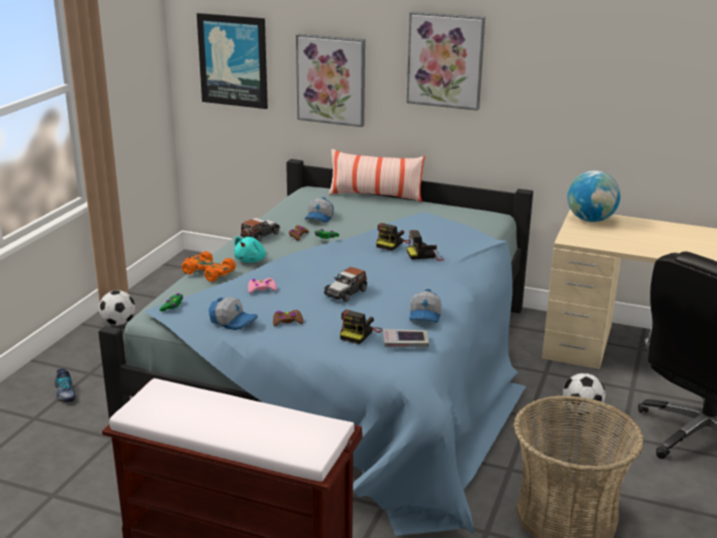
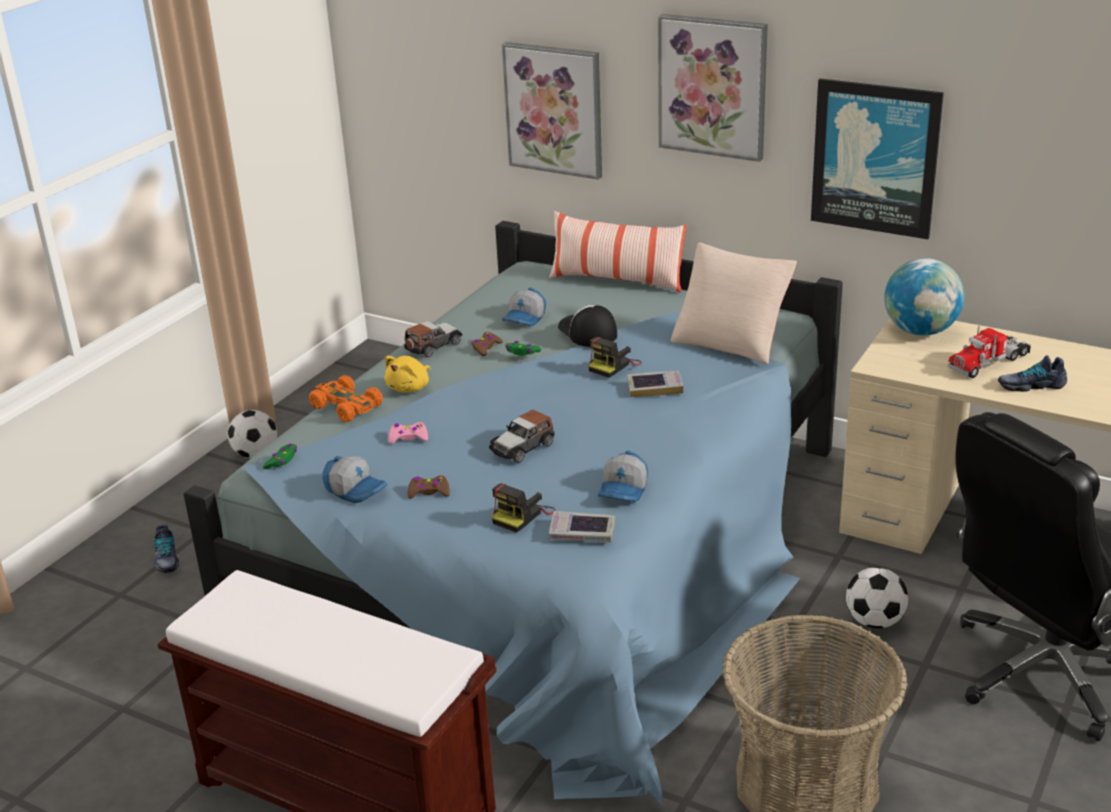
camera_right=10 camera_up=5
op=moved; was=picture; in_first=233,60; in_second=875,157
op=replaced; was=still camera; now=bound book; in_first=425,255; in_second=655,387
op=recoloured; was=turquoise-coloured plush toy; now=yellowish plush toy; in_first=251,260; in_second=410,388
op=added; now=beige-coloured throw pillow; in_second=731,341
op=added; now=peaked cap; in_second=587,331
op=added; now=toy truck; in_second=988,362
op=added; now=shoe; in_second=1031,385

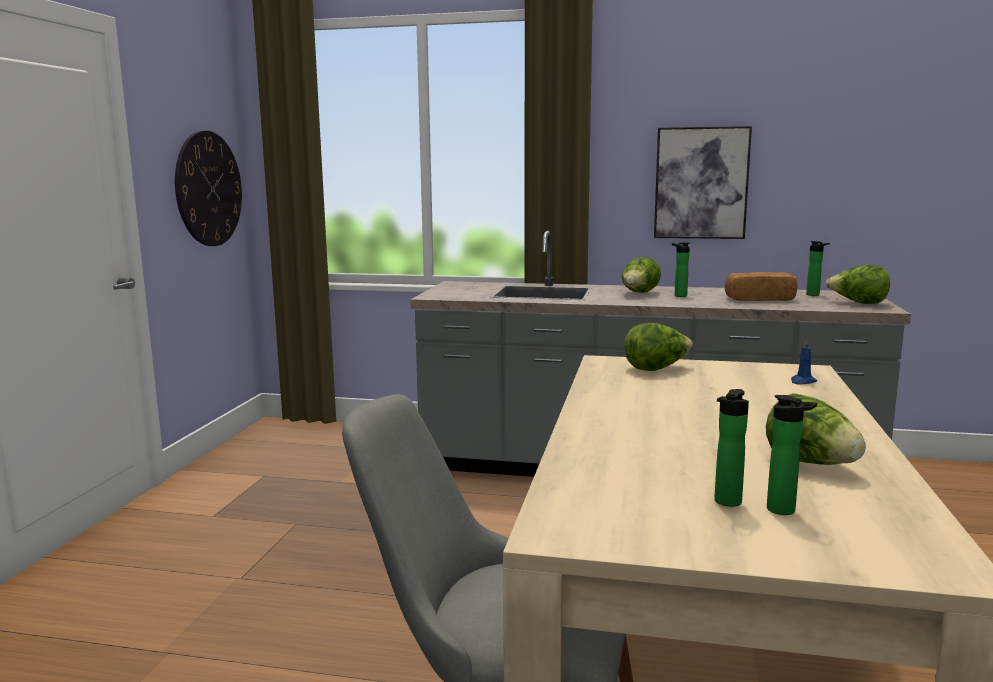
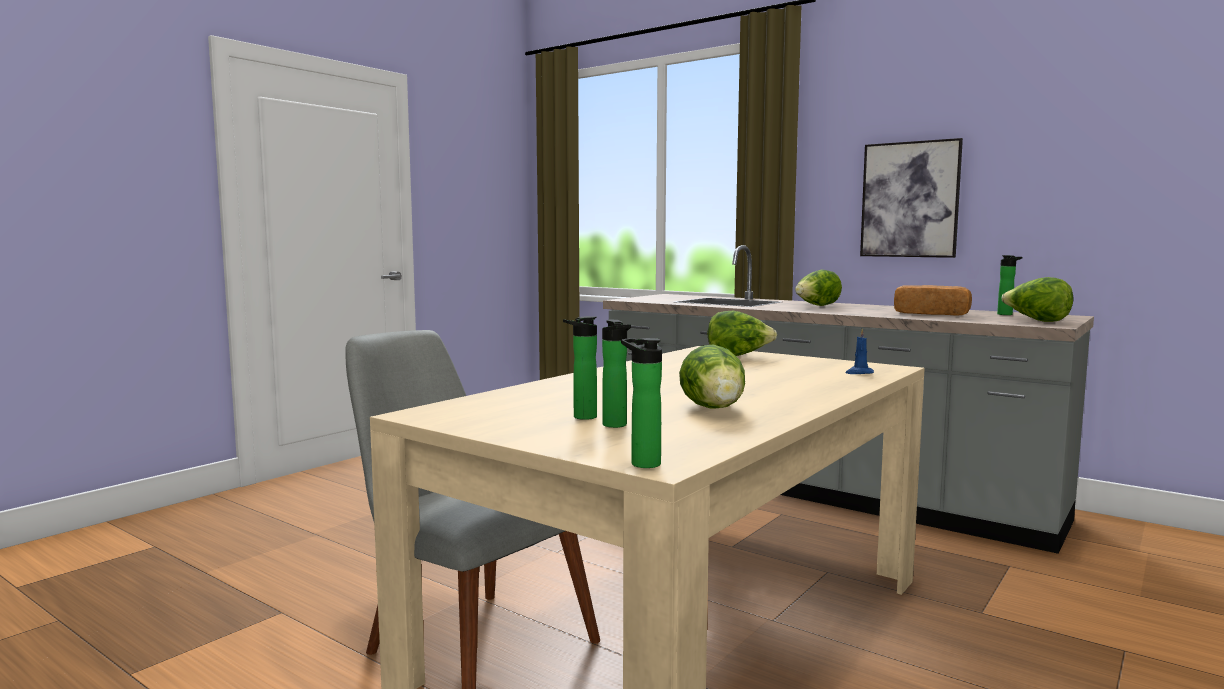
camera_right=25 camera_up=-5
op=removed; was=wall clock; in_first=209,189
op=moved; was=drink bottle; in_first=678,296; in_second=642,463

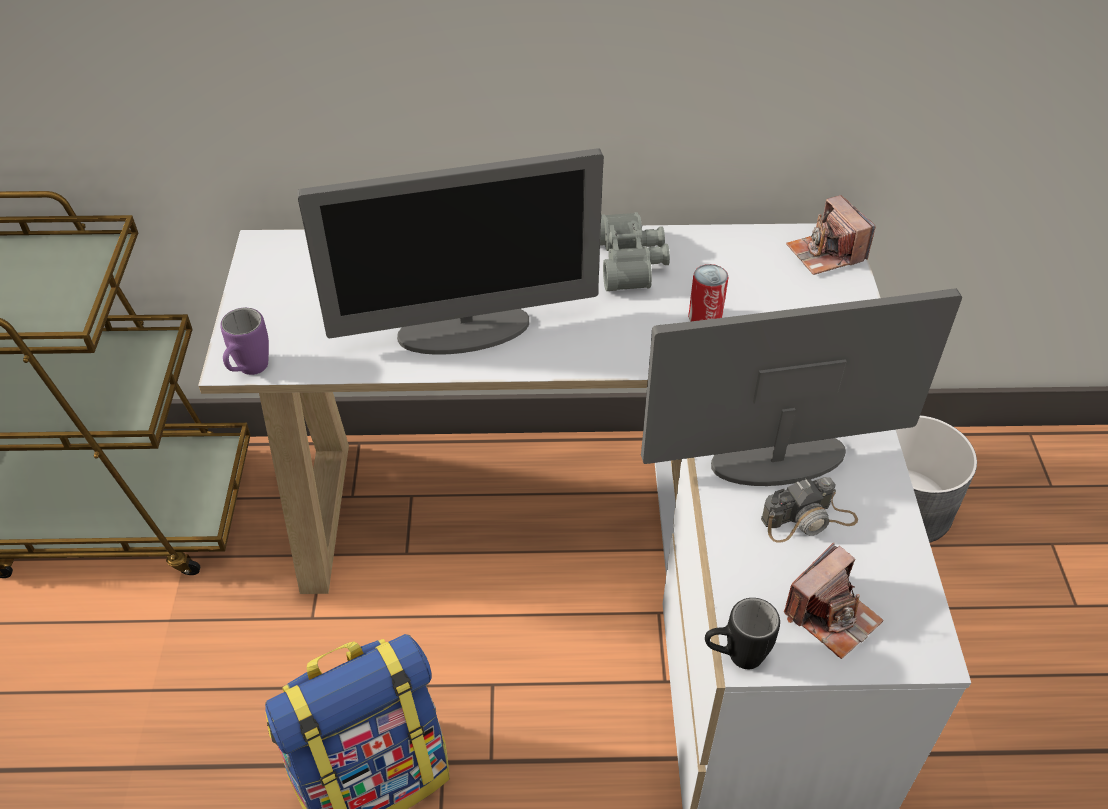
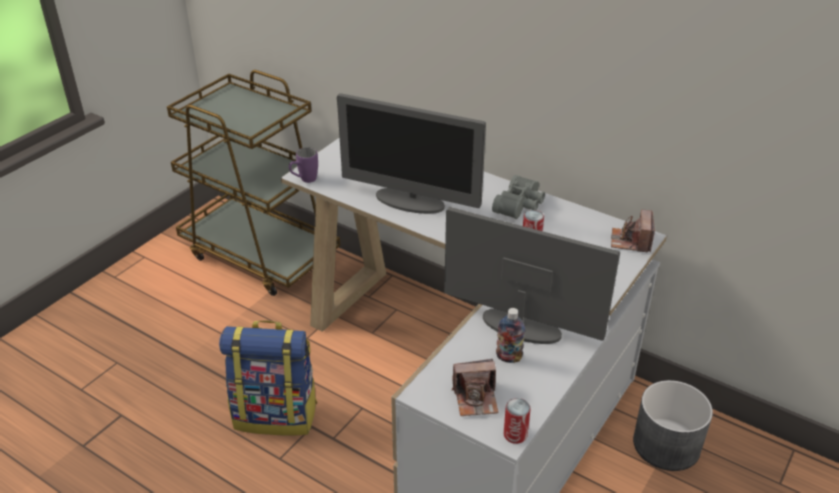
camera_right=35 camera_up=-10
op=replaced; was=still camera; now=drink bottle; in_first=808,520; in_second=508,357
op=removed; was=blackish tea mug; in_first=734,657
op=added; now=sealed can; in_second=515,434

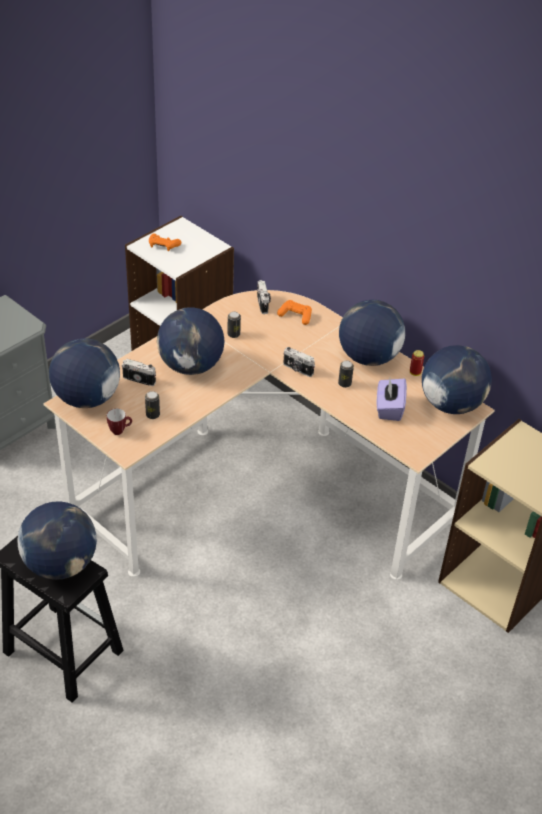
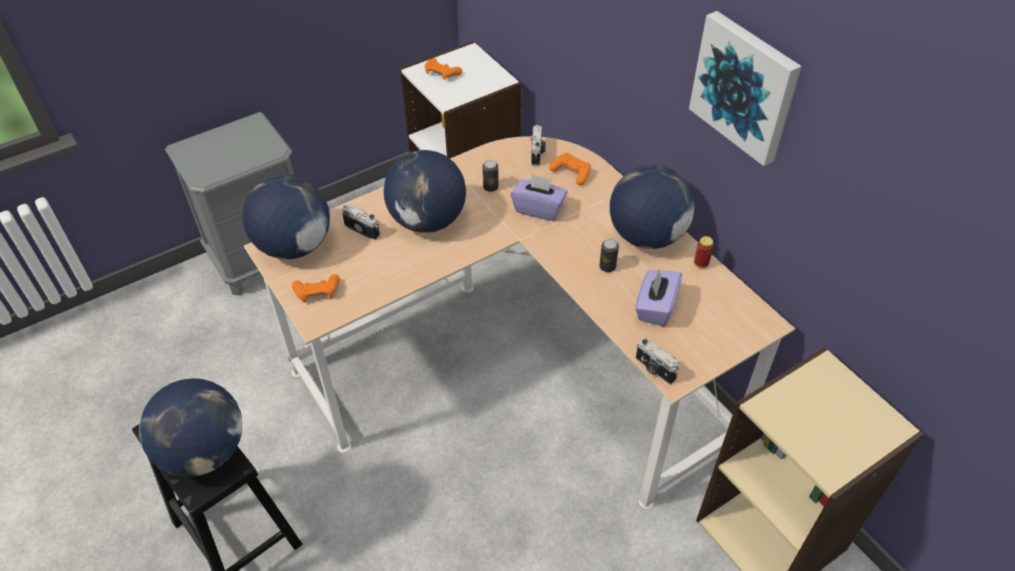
camera_right=15 camera_up=5
op=removed; was=globe; in_first=451,404
op=moved; was=still camera; in_first=297,369; in_second=654,369
op=removed; was=sealed can; in_first=152,415
op=replaced; was=tea mug; now=orange gamepad; in_first=120,431; in_second=317,292
op=added; now=picture; in_second=745,86
op=added; now=purplish tissue box; in_second=538,209

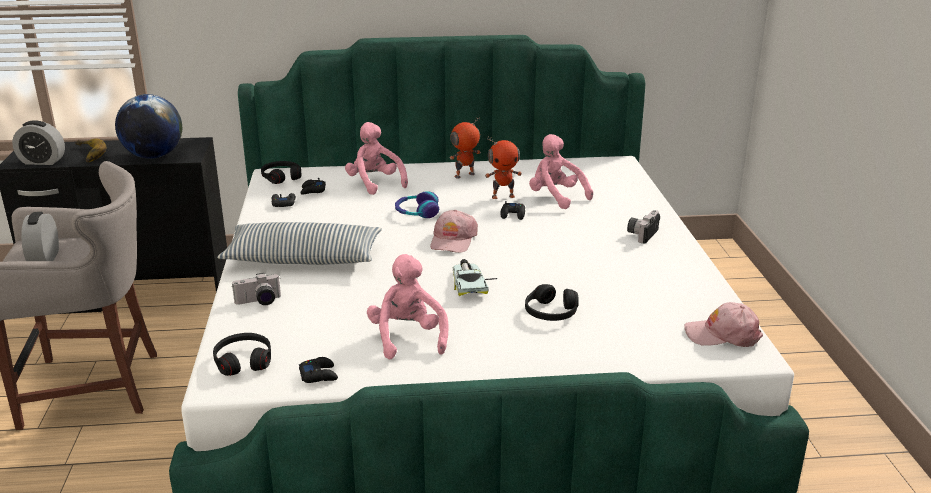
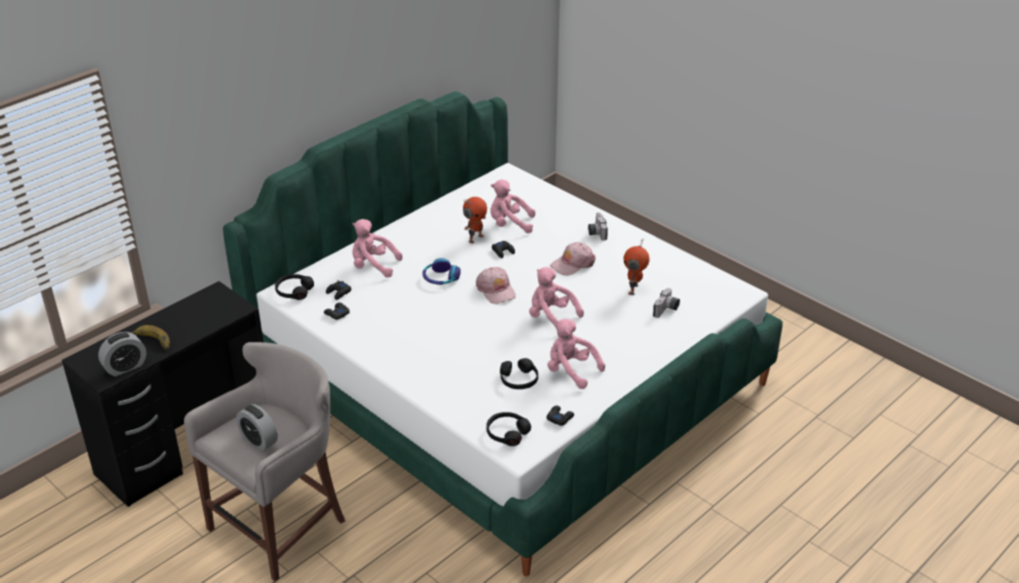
camera_right=-40 camera_up=10
op=removed; was=globe; in_first=154,156
op=moved; was=model robot; in_first=465,176; in_second=634,289
op=removed; was=throw pillow; in_first=303,258
op=replaced; was=toy car; now=pink-coloured plush toy; in_first=470,283; in_second=551,317
op=moved; was=still camera; in_first=259,302; in_second=666,310
op=moved; was=blackish headset; in_first=551,312; in_second=519,380
op=moved; was=pink-coloured peaked cap; in_first=722,334; in_second=573,264

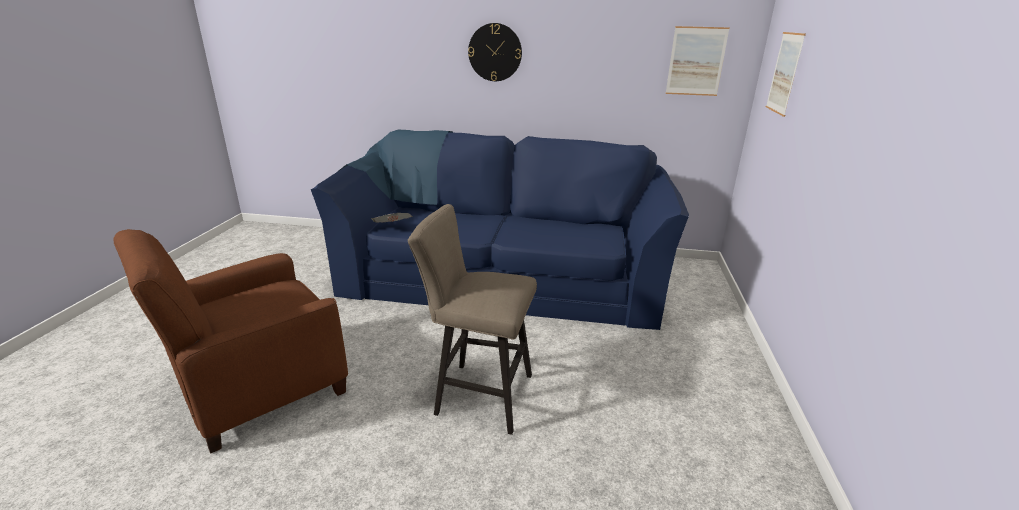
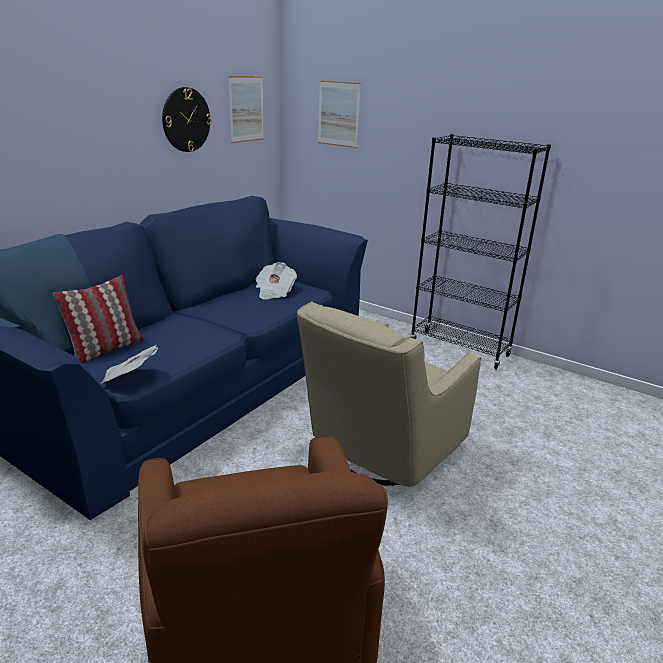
camera_right=-65 camera_up=0
op=moved; was=wall clock; in_first=495,52; in_second=186,120
op=replaced; was=beige-coloured sitting stool; now=beige-coloured easy chair; in_first=477,394; in_second=380,454
op=added; now=blackish shelving unit; in_second=459,349
op=added; now=printed paper; in_second=274,292
op=added; now=throw pillow; in_second=106,349

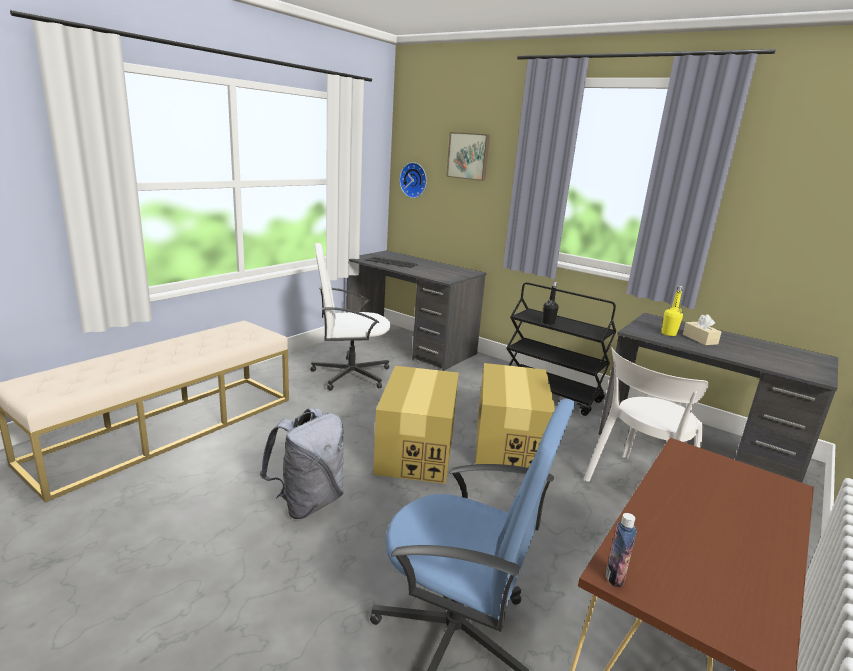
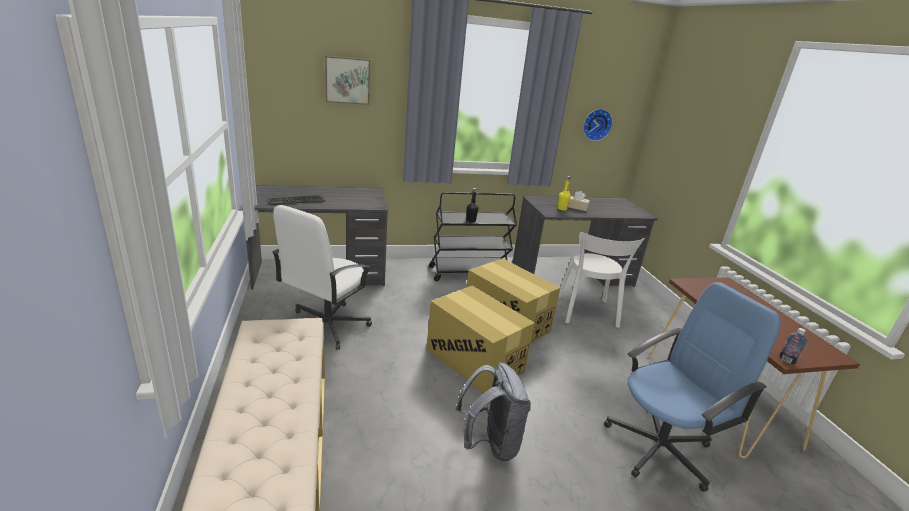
camera_right=-50 camera_up=5
op=moved; was=wall clock; in_first=414,180; in_second=596,124

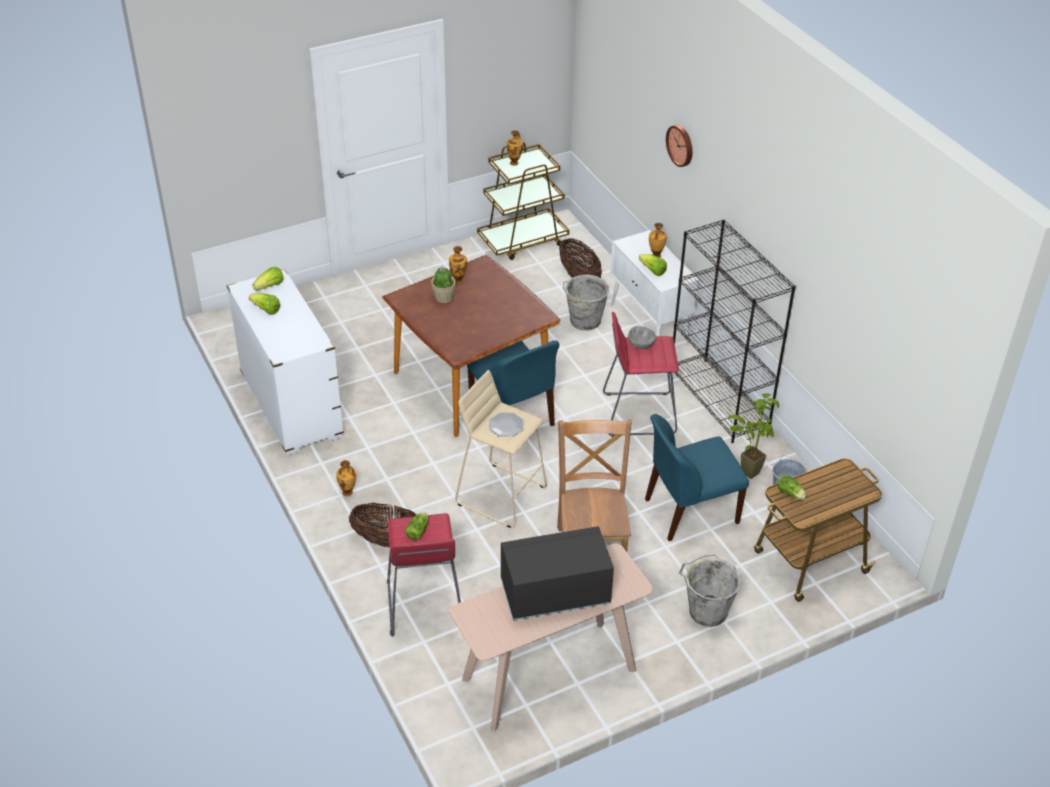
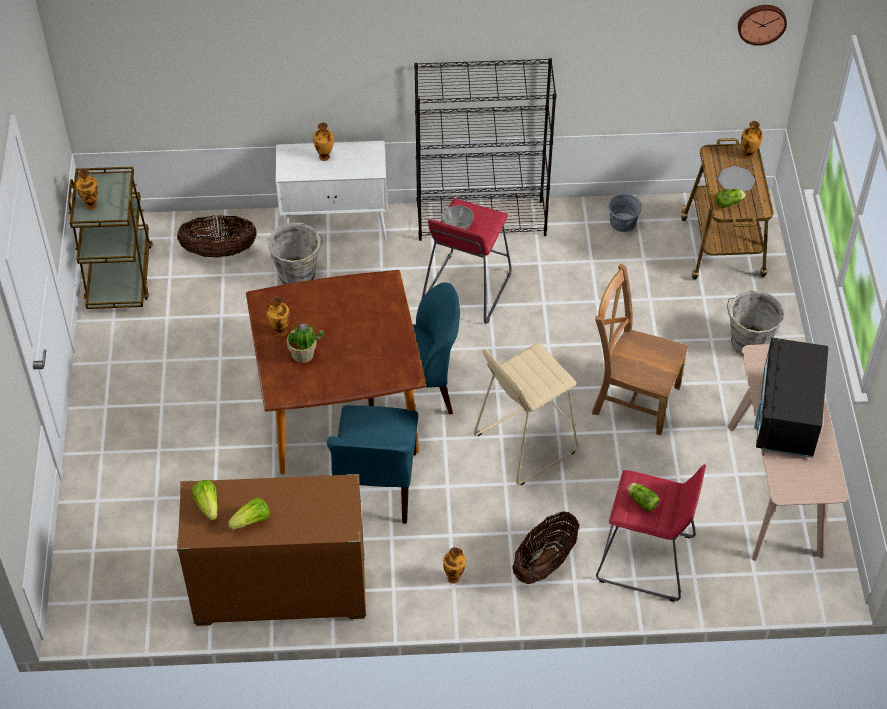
camera_right=-65 camera_up=10
op=moved; was=wall clock; in_first=681,145; in_second=761,23
op=removed; was=lettuce head; in_first=652,271
op=recoloured; was=white chest of drawers; now=brownish chest of drawers; in_first=291,406; in_second=280,591
op=removed; was=potted plant; in_first=746,468
op=moved; was=dinner plate; in_first=506,425; in_second=736,181
op=moved; was=bluish upright chair; in_first=689,511; in_second=376,487
op=added; now=flower vase; in_second=748,156

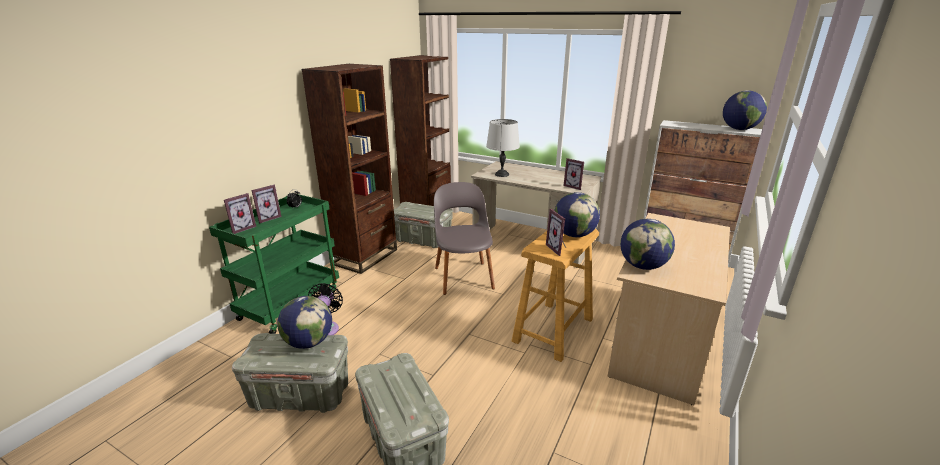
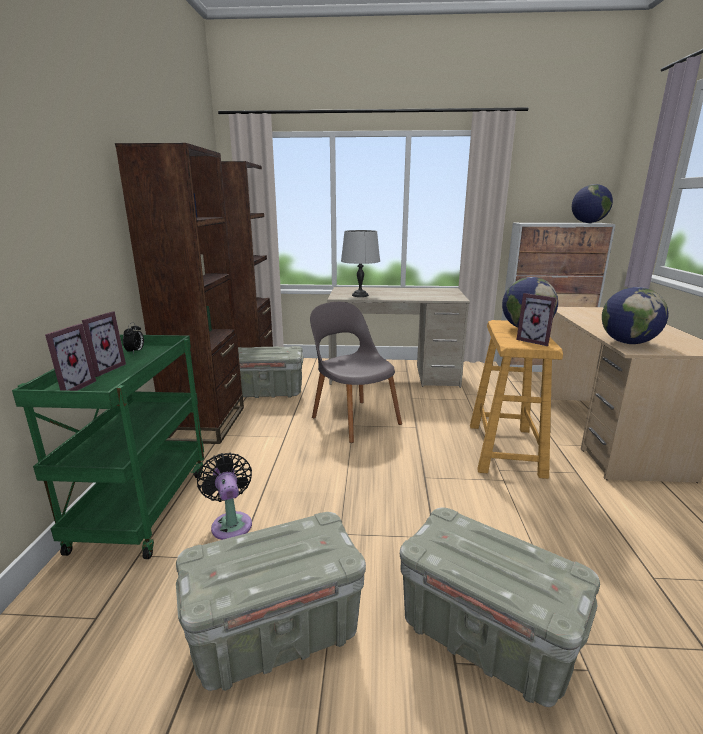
camera_right=-25 camera_up=-5
op=removed; was=photo frame; in_first=574,186
op=removed; was=globe; in_first=309,342

